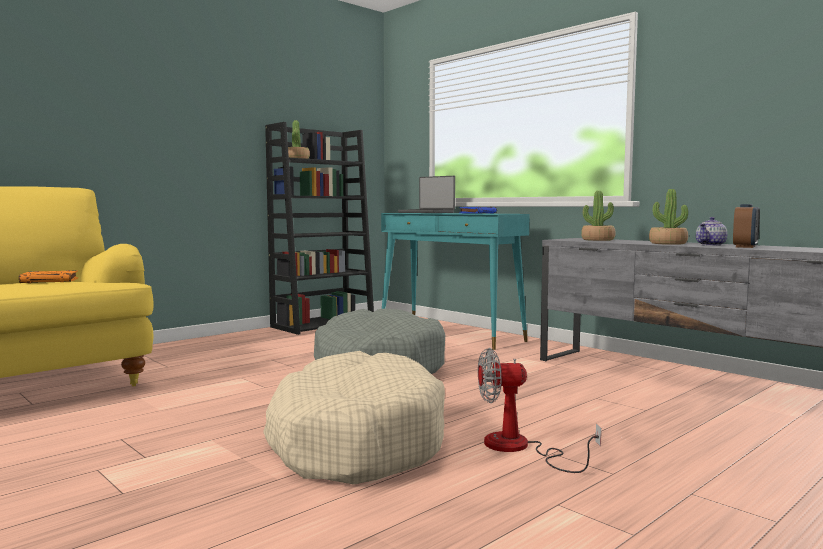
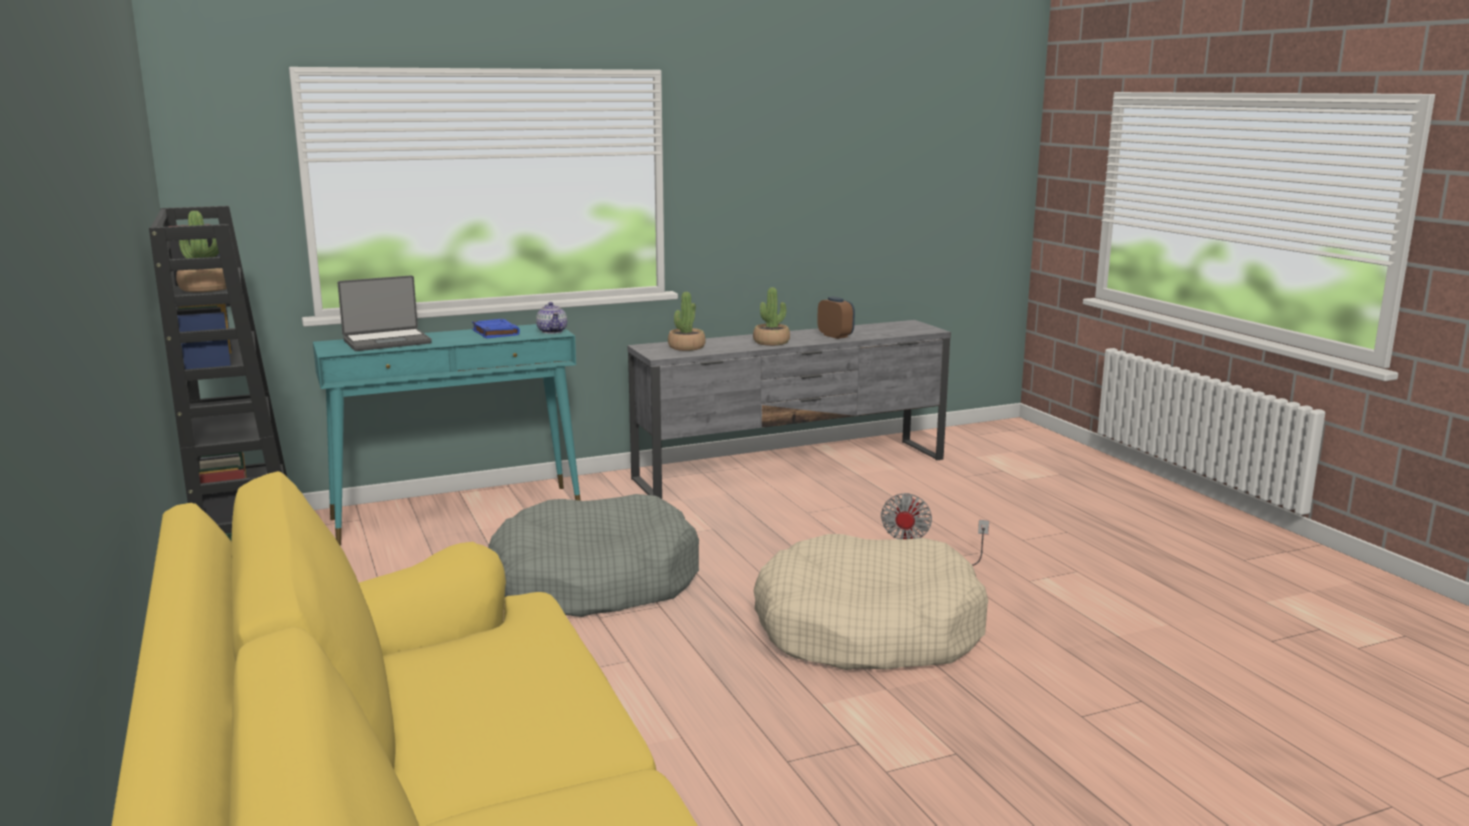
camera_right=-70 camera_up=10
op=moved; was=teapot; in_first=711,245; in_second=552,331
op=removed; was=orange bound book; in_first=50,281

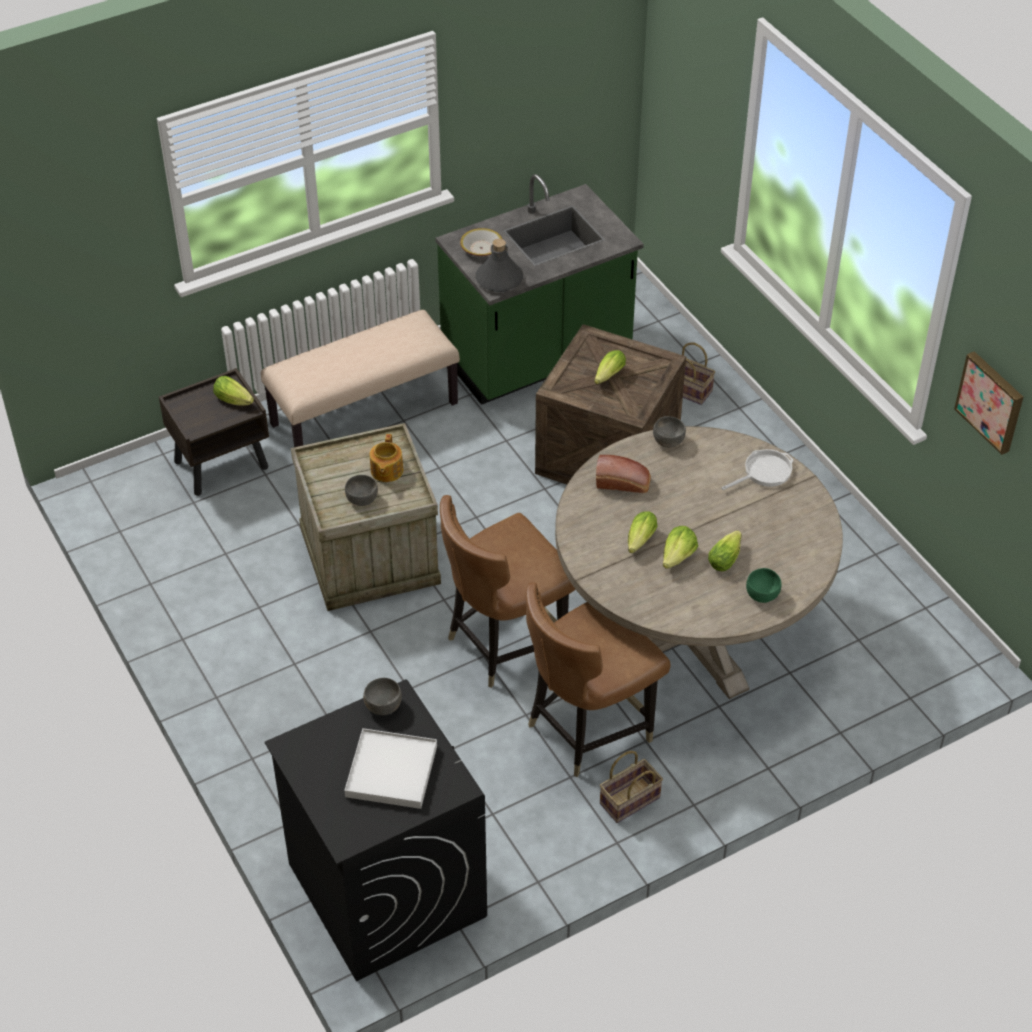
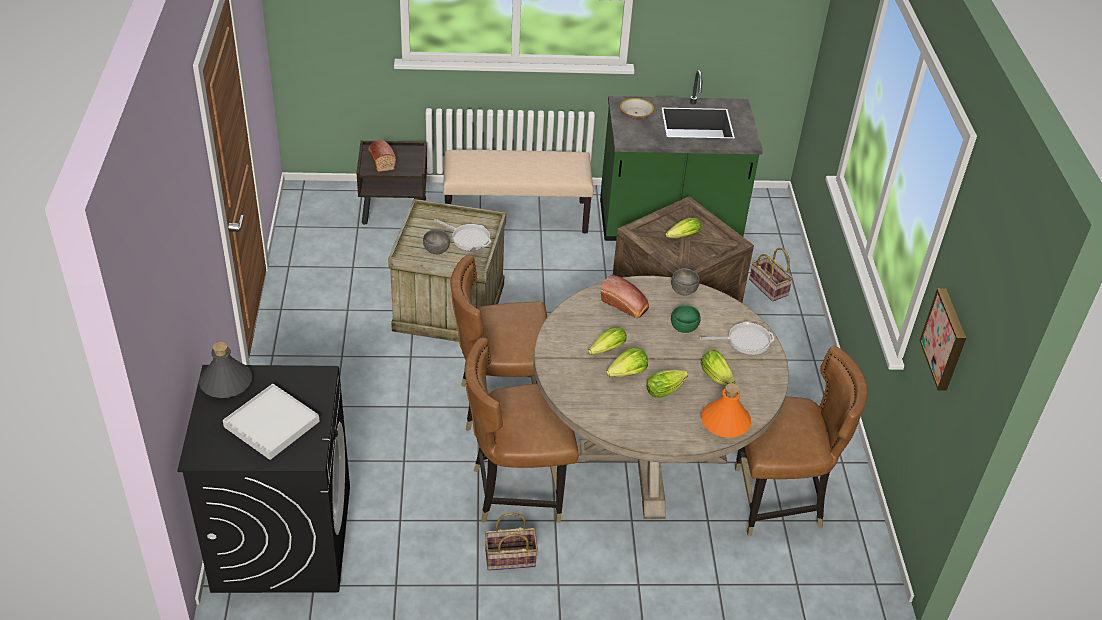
camera_right=25 camera_up=-5
op=moved; was=greyish drink bottle; in_first=499,279; in_second=226,383
op=moved; was=lettuce head; in_first=235,400; in_second=717,378
op=replaced; was=teapot; now=frying pan; in_first=386,471; in_second=468,238
op=moved; was=greenish serving bowl; in_first=762,594; in_second=684,327
op=removed; was=greyish serving bowl; in_first=382,705
op=added; now=bread; in_second=381,160
op=added; now=brownish upright chair; in_second=777,501
op=added; now=orange drink bottle; in_second=725,422

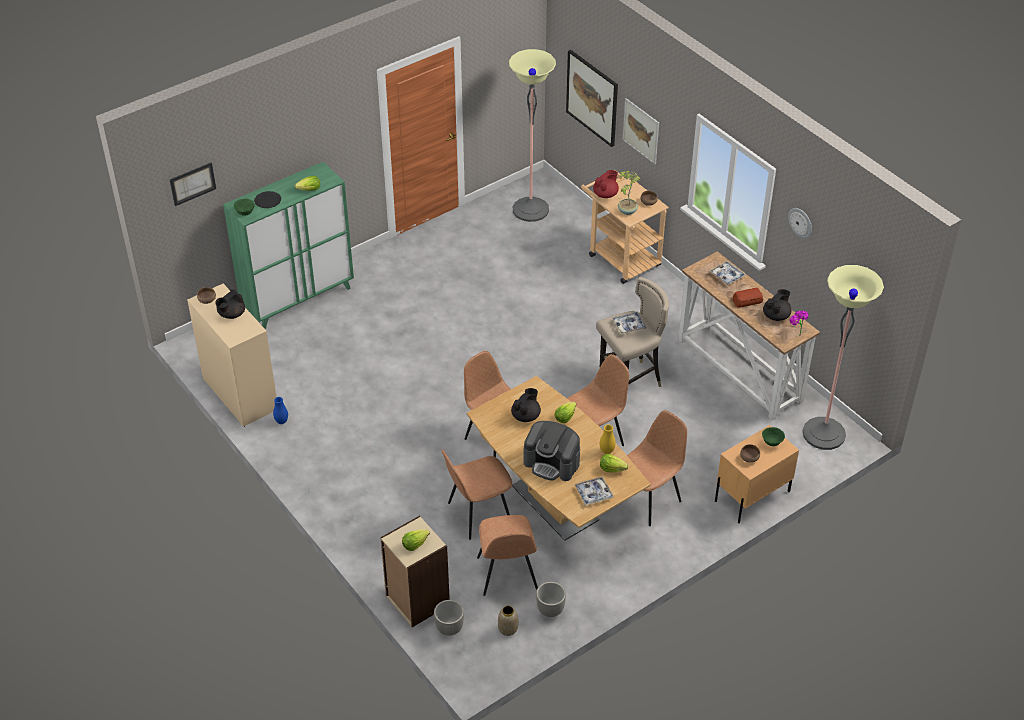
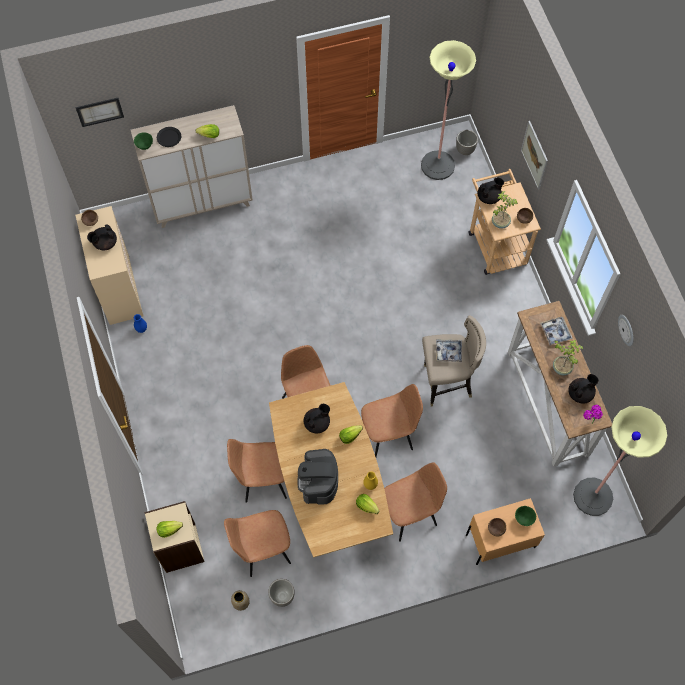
camera_right=20 camera_up=20
op=removed; was=picture; in_first=592,97
op=recoloured; was=greenish storage cabinet; now=beige-coloured storage cabinet; in_first=298,299; in_second=203,204
op=recoloured; was=red teapot; now=blackish teapot; in_first=605,194; in_second=489,197
op=replaced; was=bread; now=potted plant; in_first=748,301; in_second=562,367
op=turned; was=coffee brewer; in_first=552,463; in_second=318,481; clockwise=45
op=removed; was=carrying tray; in_first=593,493
op=turned; was=brownish upright chair; in_first=507,575; in_second=262,548; clockwise=60
op=moved; was=flower pot; in_first=449,628; in_second=465,150

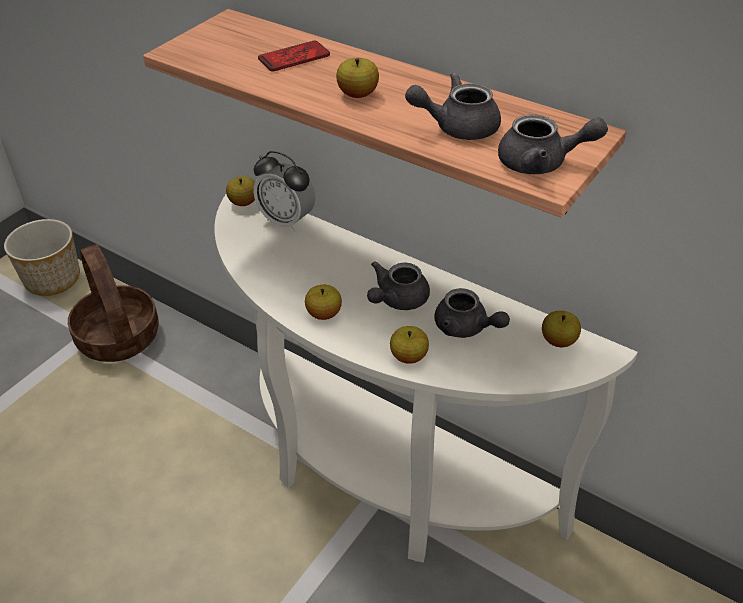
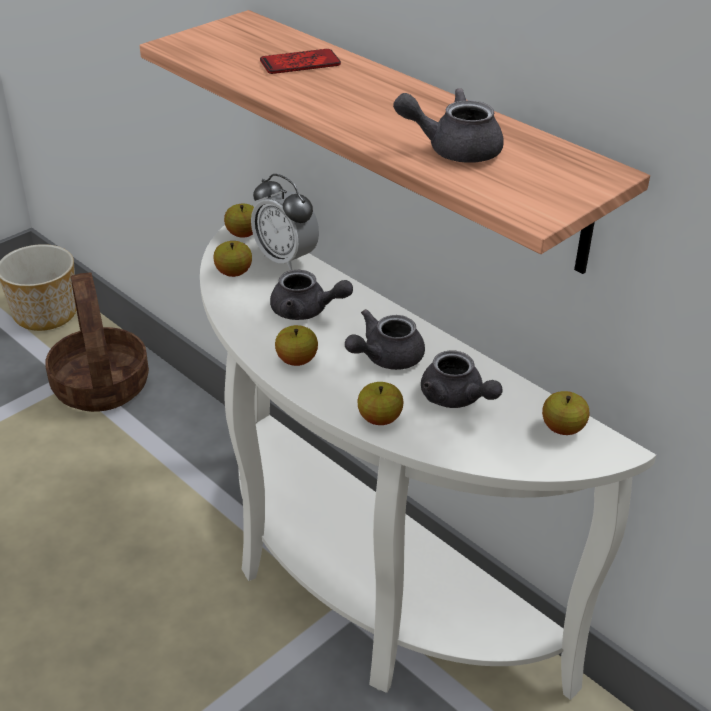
camera_right=10 camera_up=-5
op=moved; was=apple fruit; in_first=358,94; in_second=233,273
op=moved; was=greyish teapot; in_first=542,163; in_second=306,311

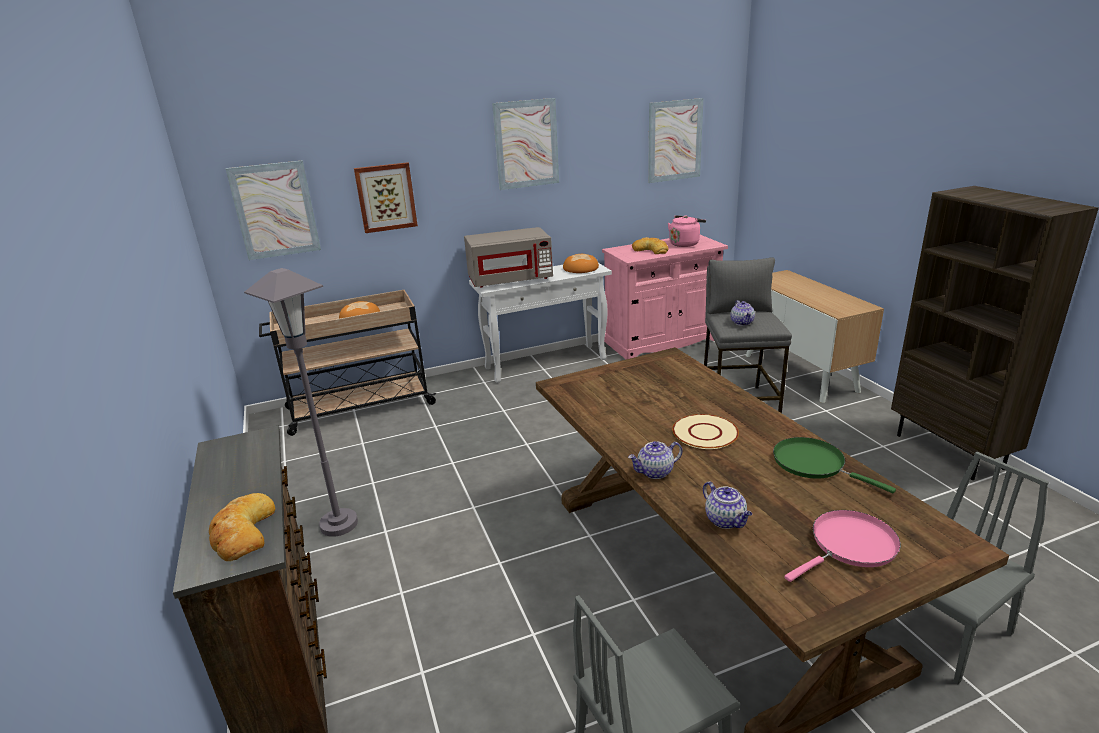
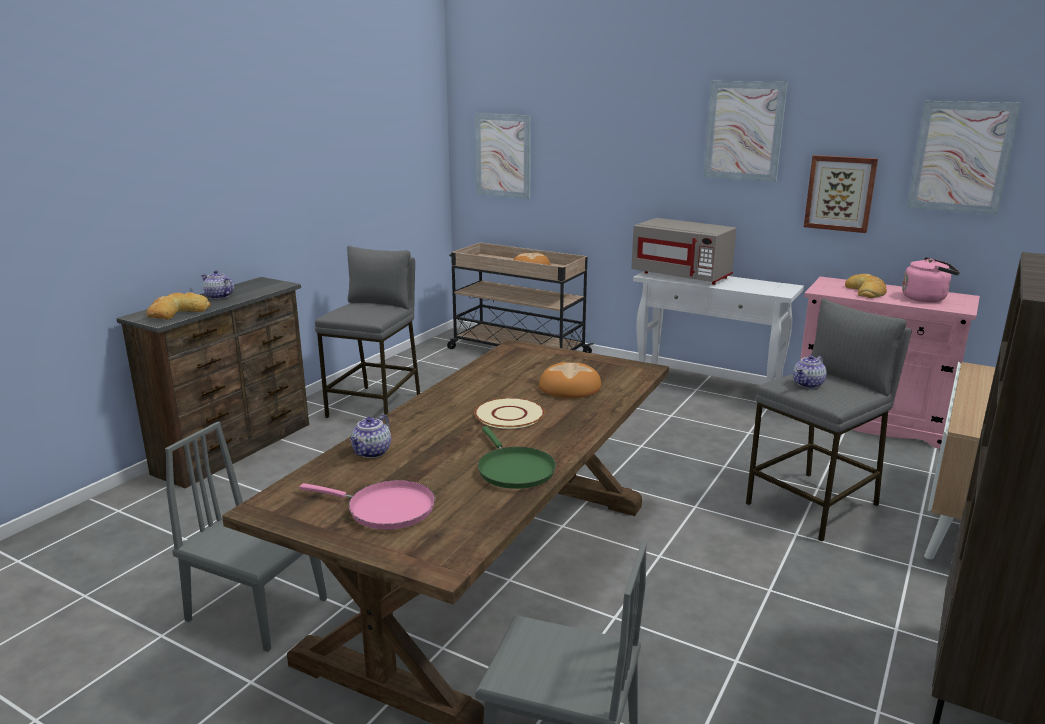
camera_right=50 camera_up=-5
op=moved; was=picture; in_first=386,197; in_second=840,193
op=moved; was=bread; in_first=580,268; in_second=570,387
op=replaced; was=greyish floor lamp; now=greyish sitting stool; in_first=339,524; in_second=376,405
op=turned; was=greenish frying pan; in_first=813,464; in_second=514,469; clockwise=150
op=moved; was=teapot; in_first=655,472; in_second=218,296

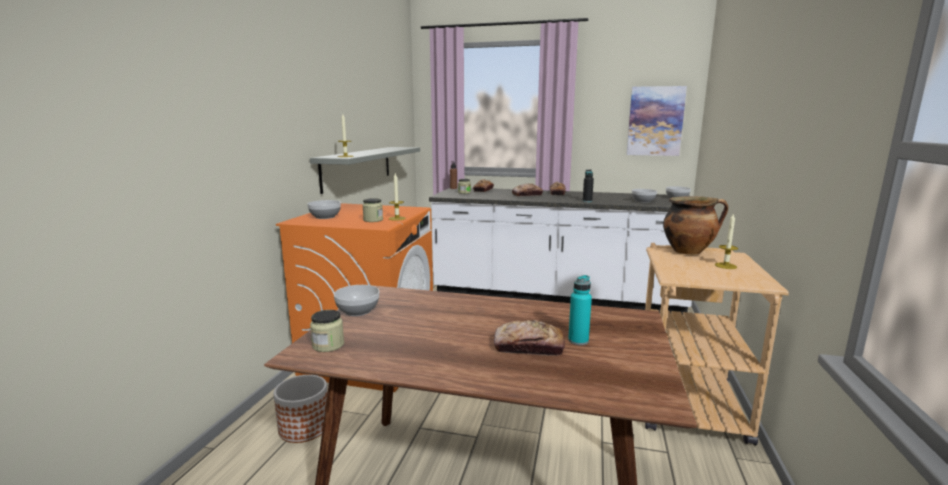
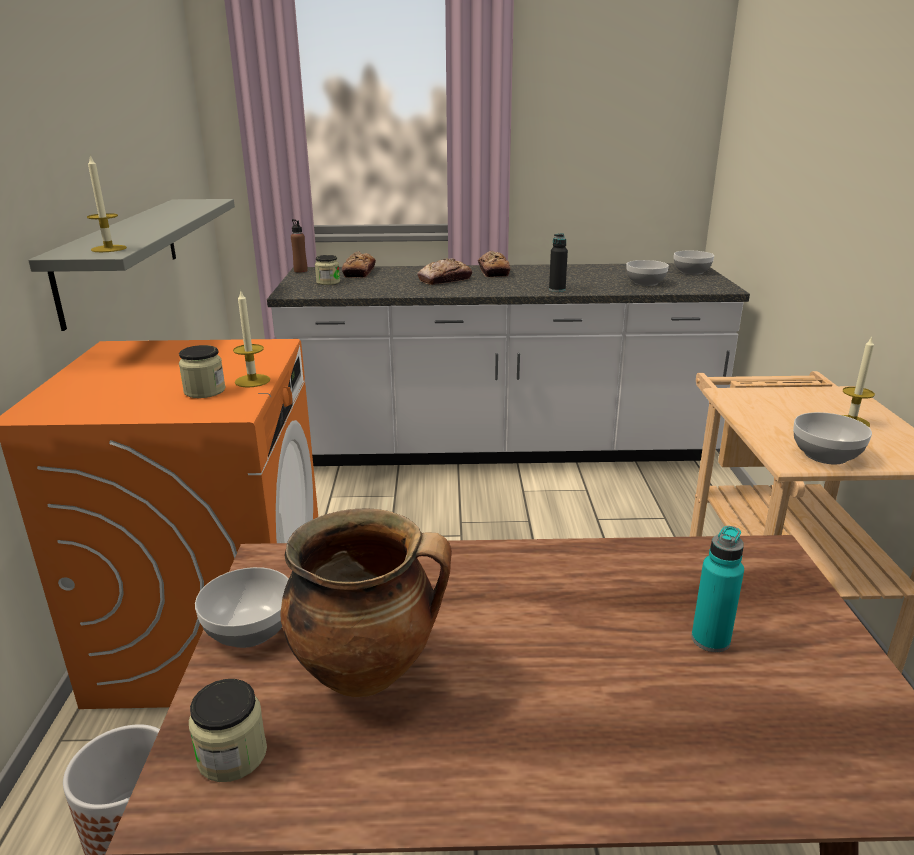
camera_right=-15 camera_up=10
op=removed; was=picture; in_first=655,121
op=moved; was=stockpot; in_first=689,251; in_second=368,670
op=moved; was=serving bowl; in_first=325,217; in_second=824,455
op=removed; was=bread; in_first=528,347

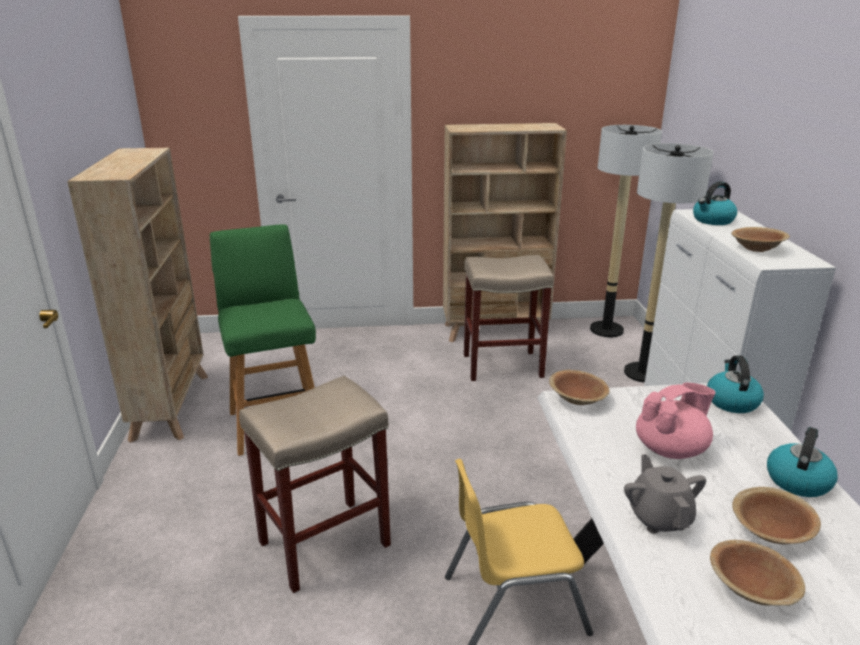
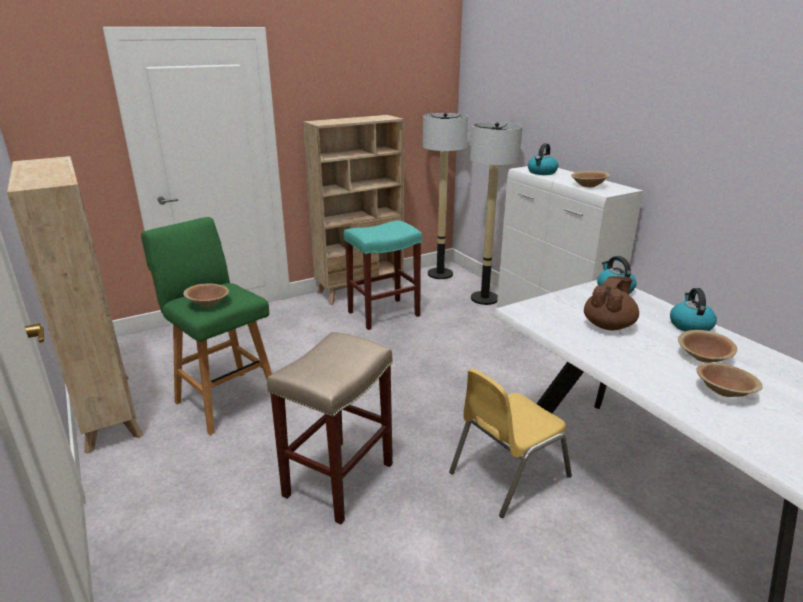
camera_right=-25 camera_up=0
op=recoloured; was=beige-coloured sitting stool; now=turquoise-coloured sitting stool; in_first=503,365; in_second=384,313
op=moved; was=brownish serving bowl; in_first=577,399; in_second=208,303
op=recoloured; was=pink-coloured teapot; now=brownish teapot; in_first=671,449; in_second=608,325
op=removed; was=greyish teapot; in_first=659,517

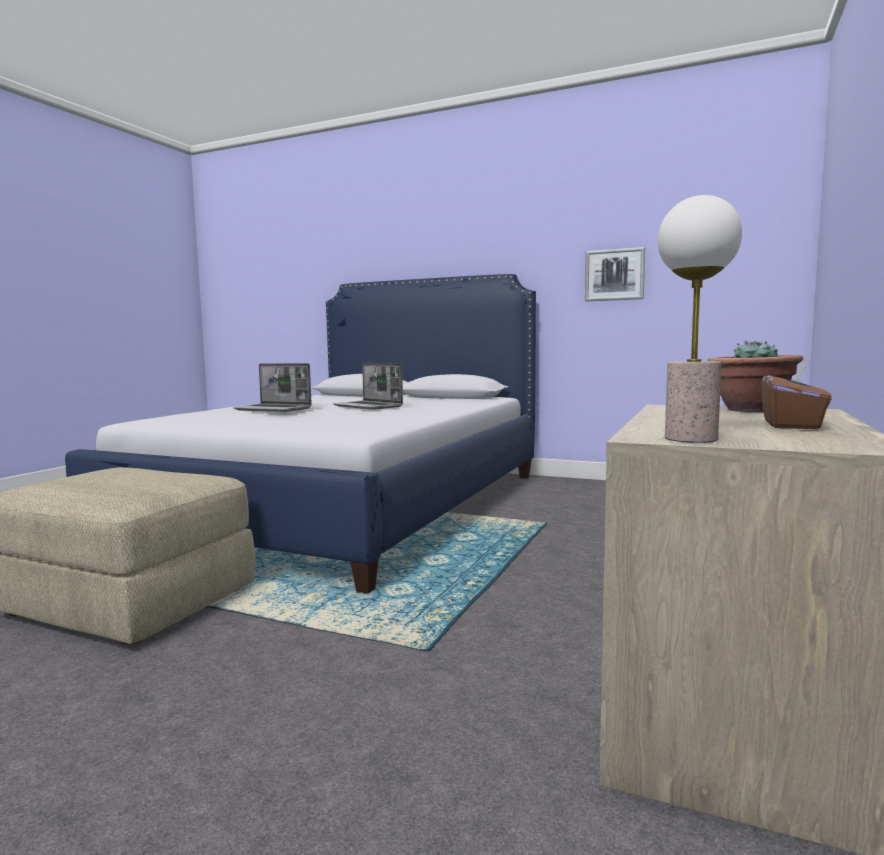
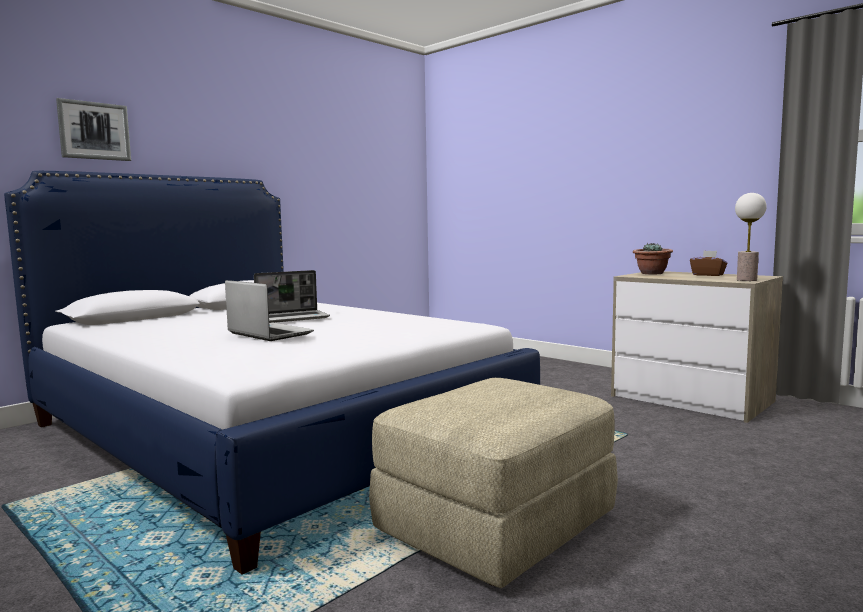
camera_right=-70 camera_up=0
op=moved; was=picture; in_first=614,275; in_second=94,131
op=turned; was=laptop; in_first=274,409; in_second=268,333; clockwise=-90

